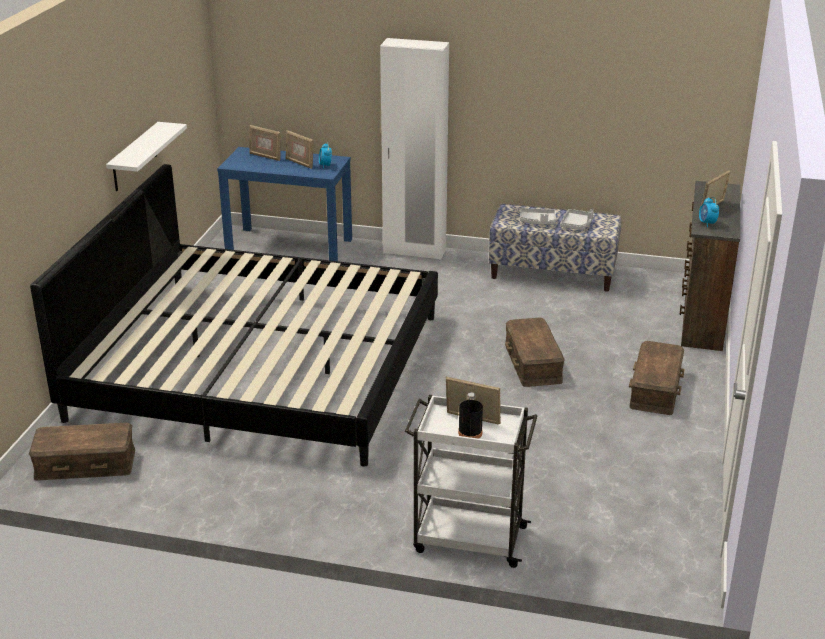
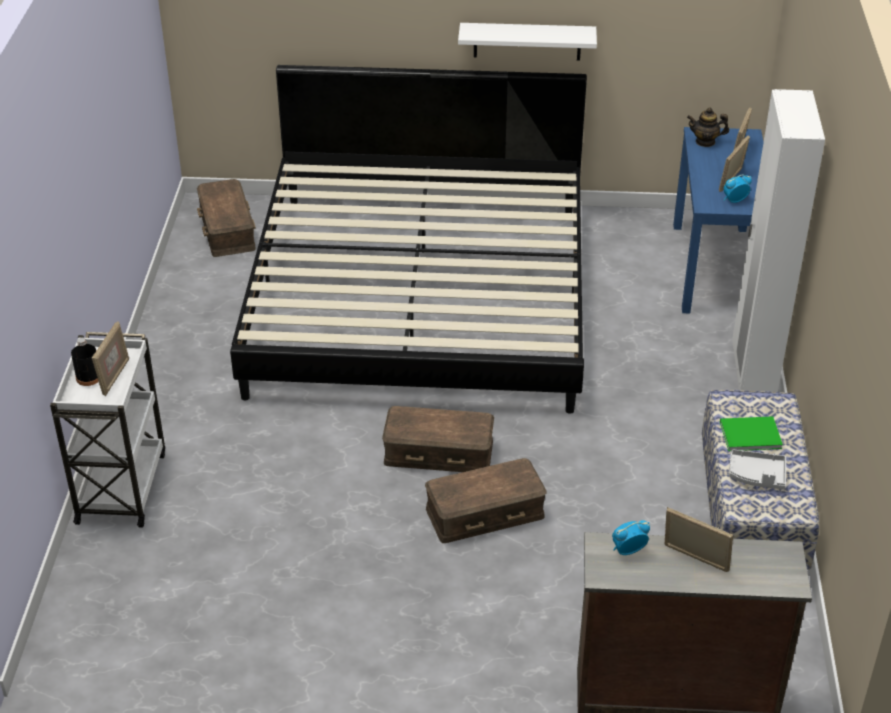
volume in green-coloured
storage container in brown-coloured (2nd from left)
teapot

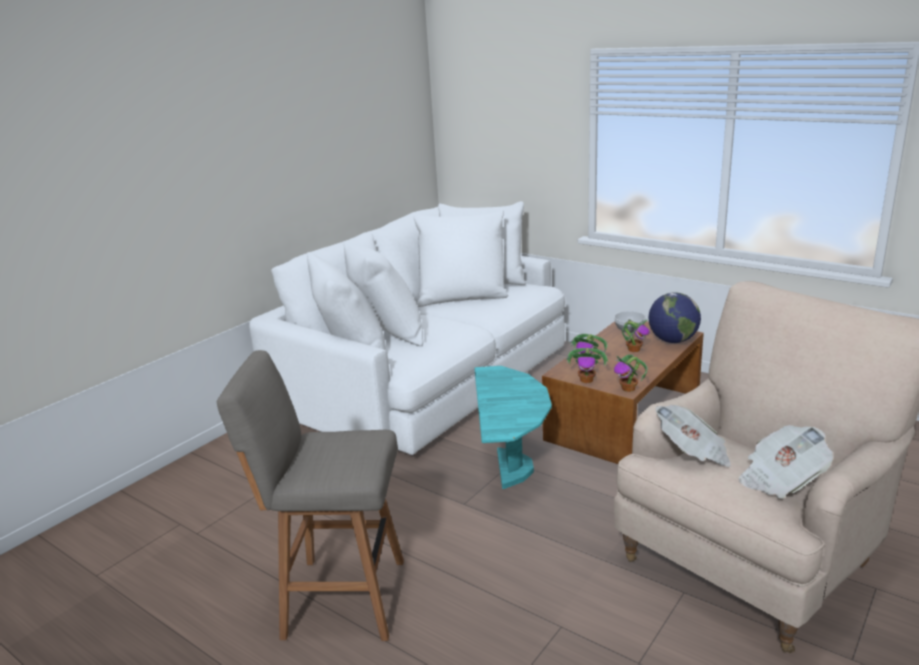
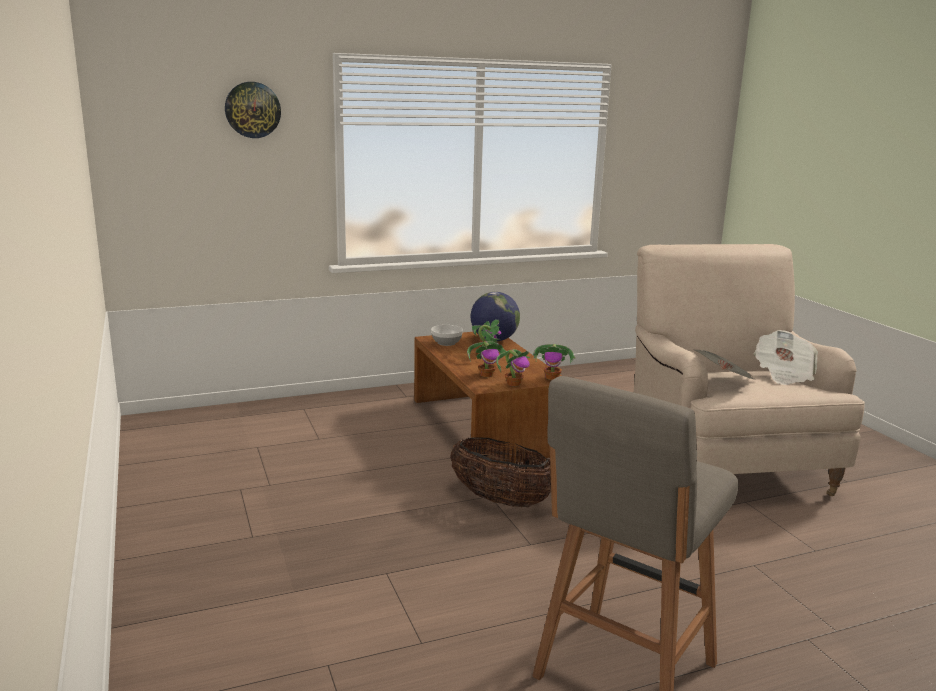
settee in white-coloured
basket
hanging clock

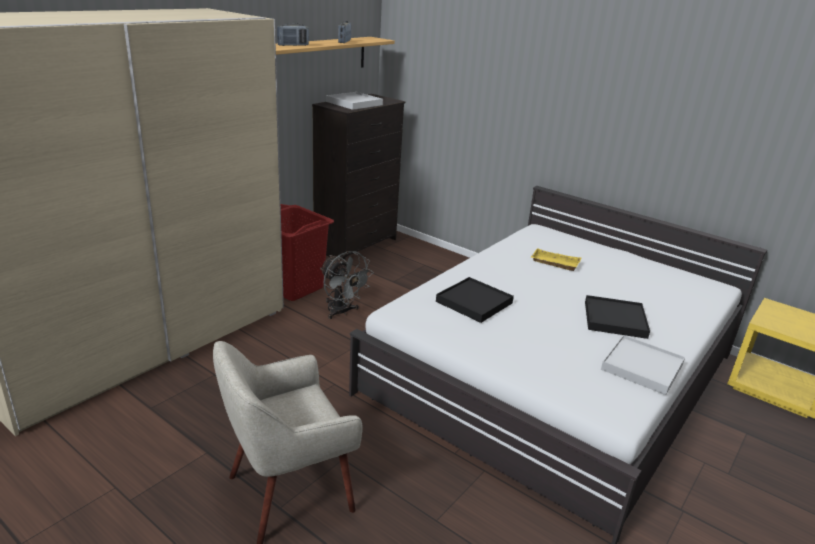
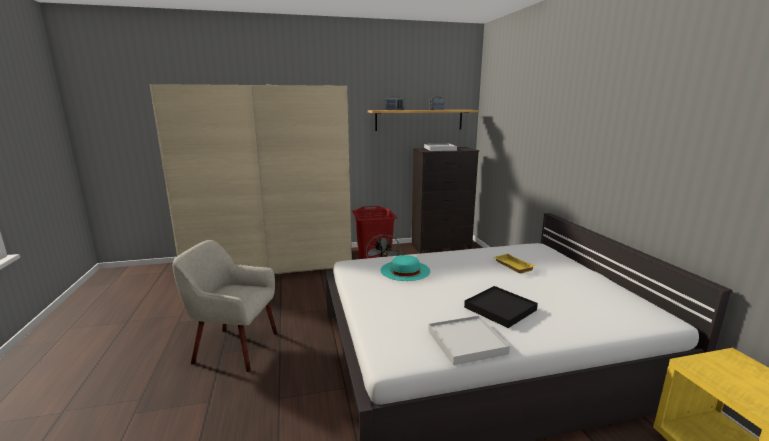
clothing hat in turquoise-coloured

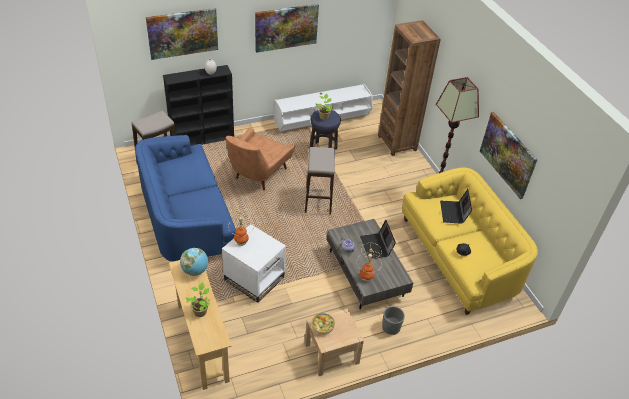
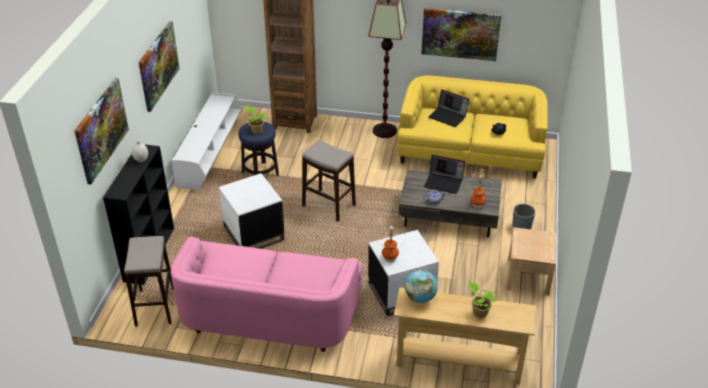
settee in pink
side table in white-coloured (1st from left)
deep dish

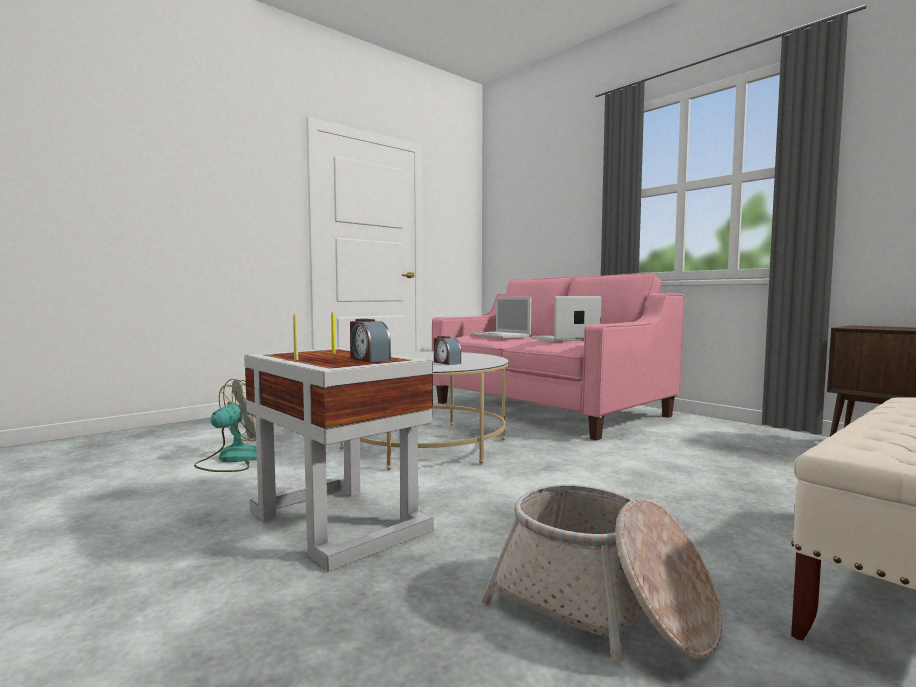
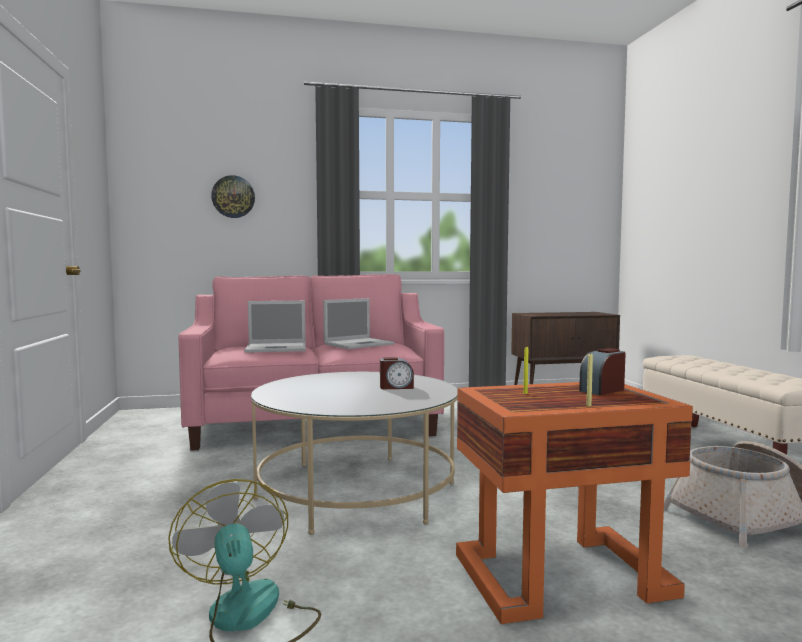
side table in orange-coloured
bedside clock (2nd from left)
notebook computer (2nd from left)
hanging clock

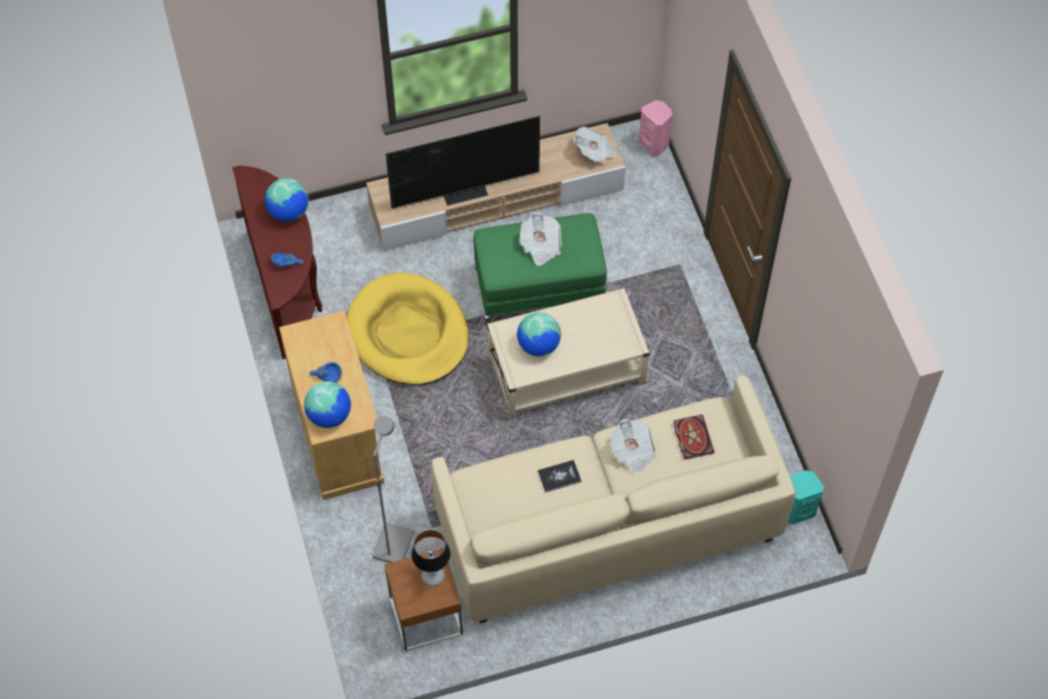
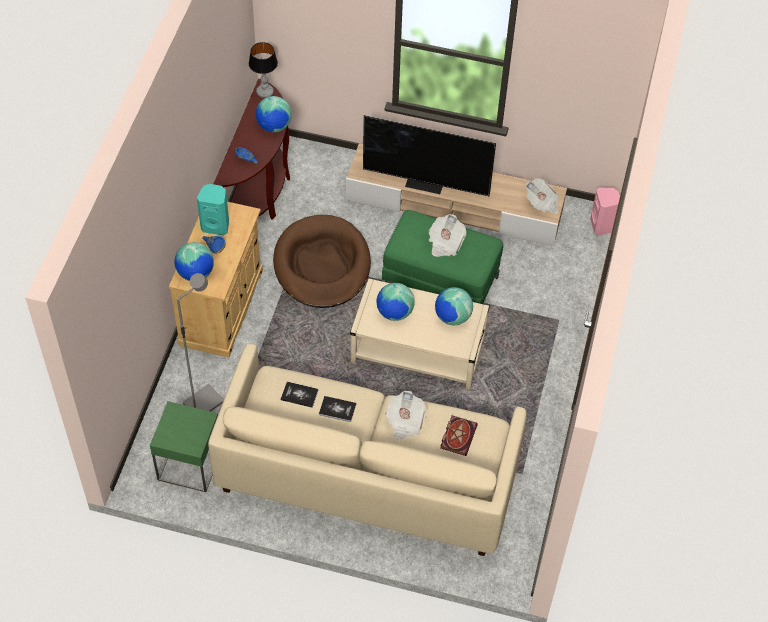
dog bed in brown-coloured
side table in green-coloured
lamp for a table
audio speaker in turquoise-coloured
volume (1st from left)
desk globe (4th from left)

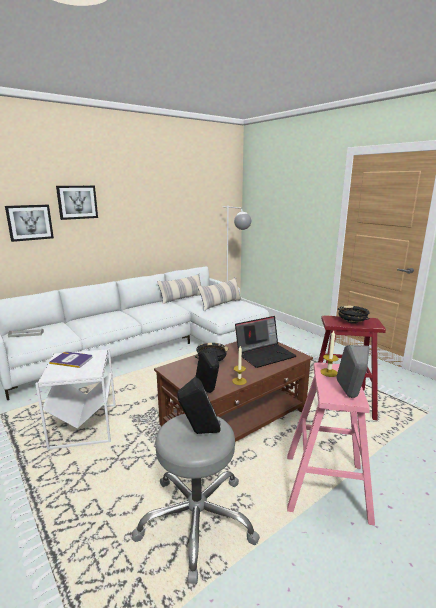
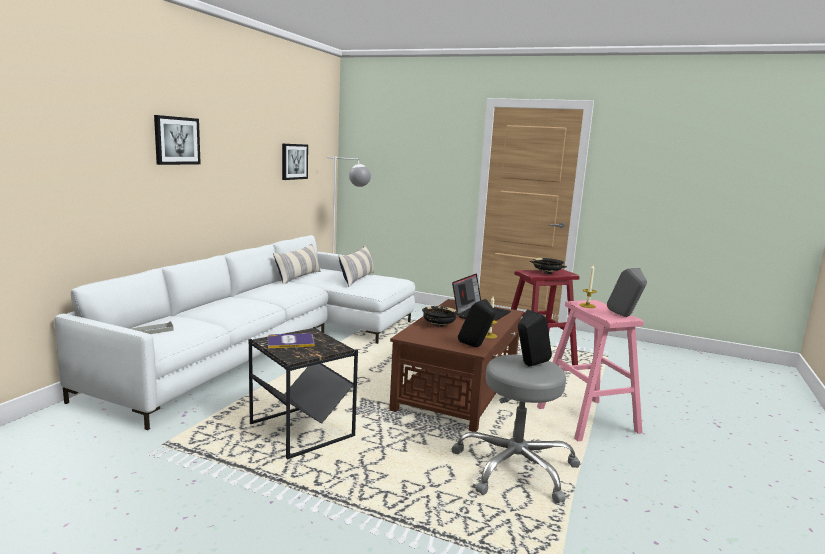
wall art (2nd from left)
side table in blackish

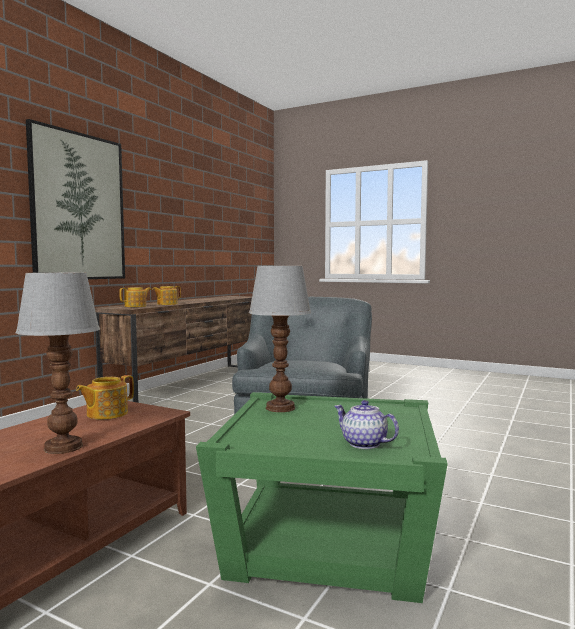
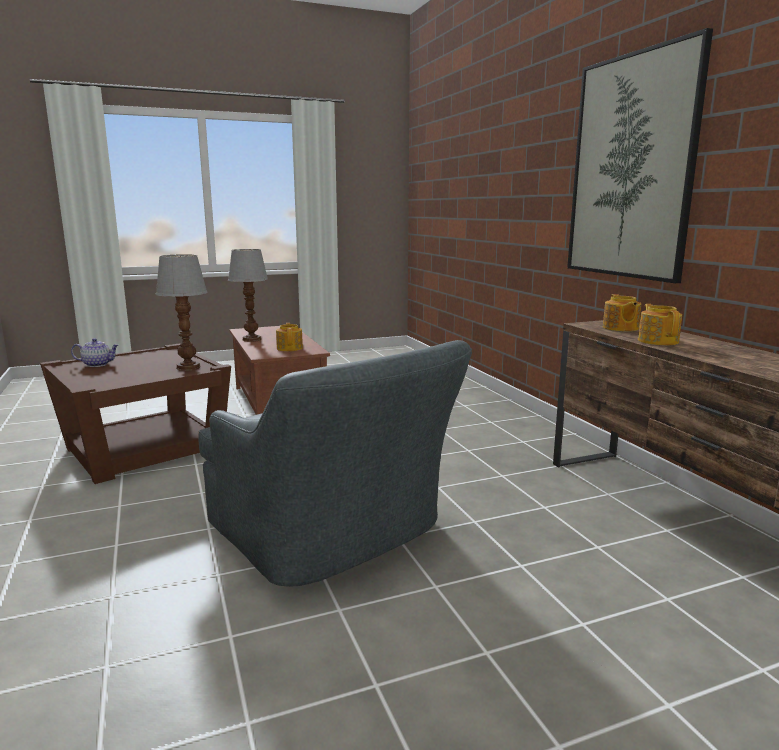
side table in brown-coloured

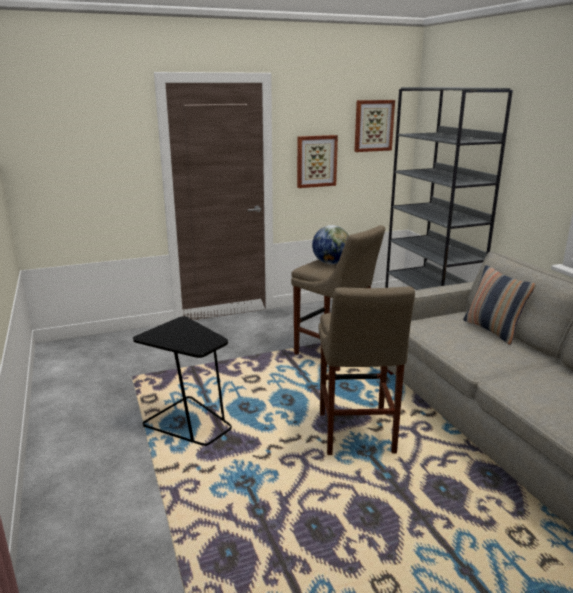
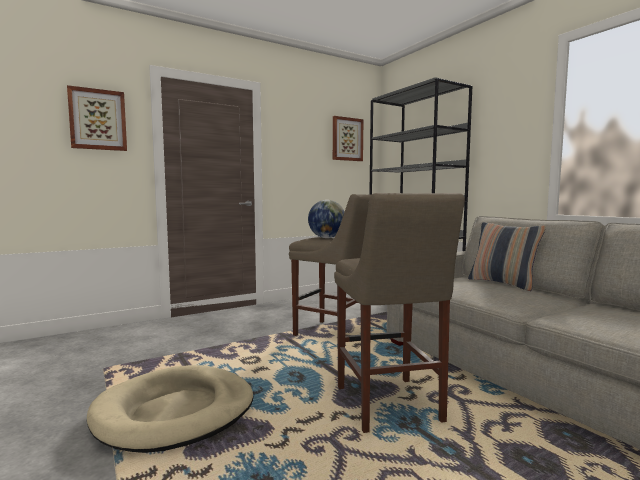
dog bed in sand-coloured
wall art (1st from left)

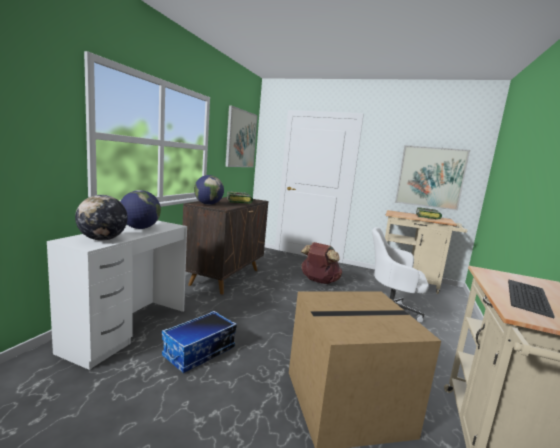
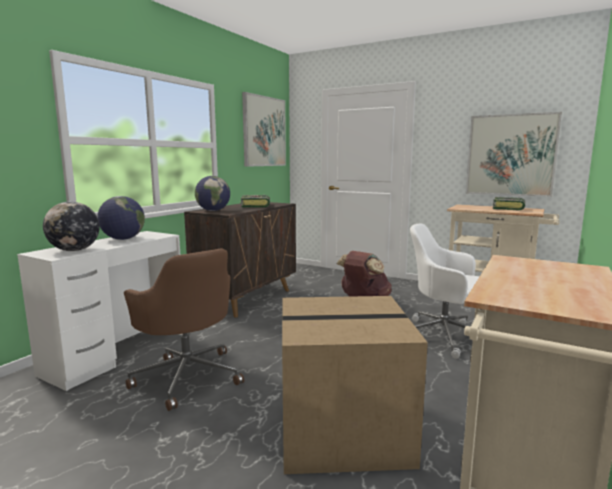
desk chair in brown-coloured
computer keyboard

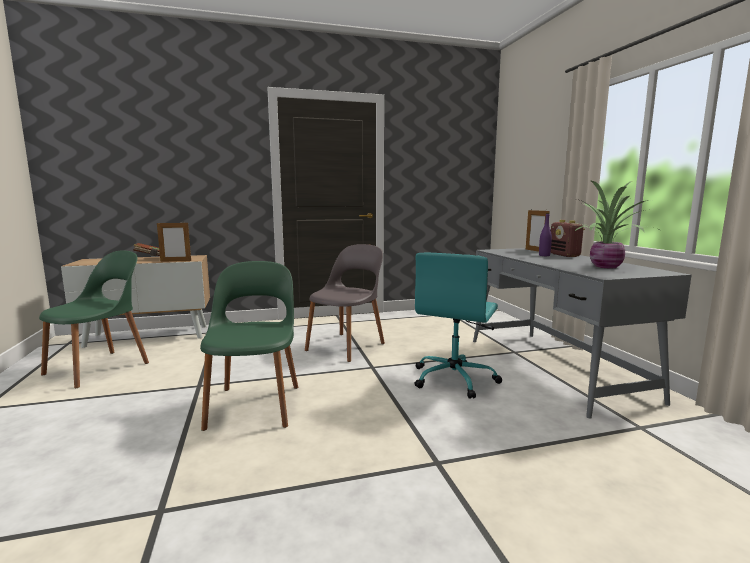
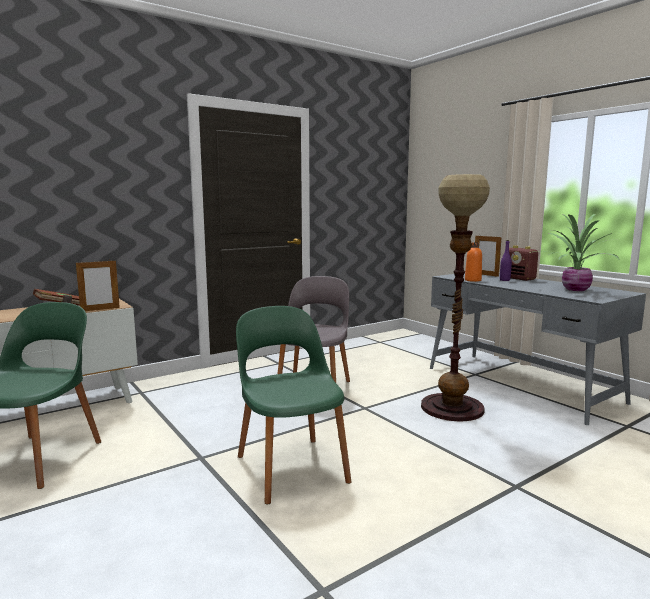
standard lamp
beverage bottle in orange-coloured

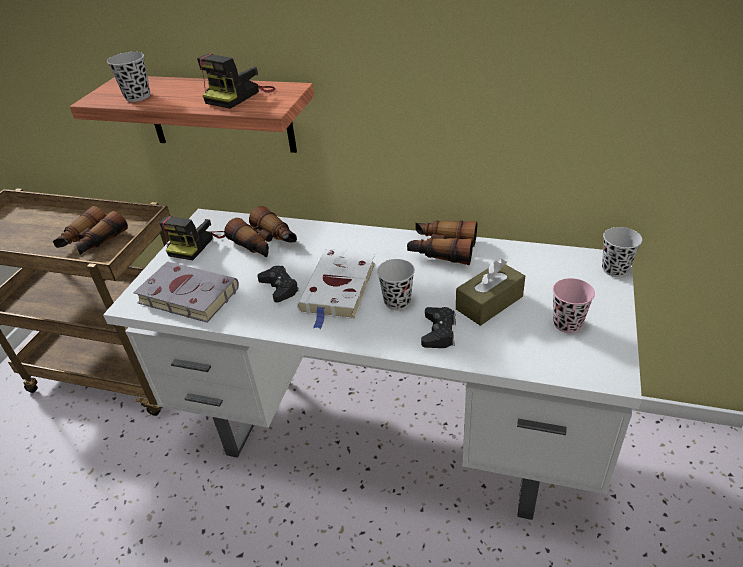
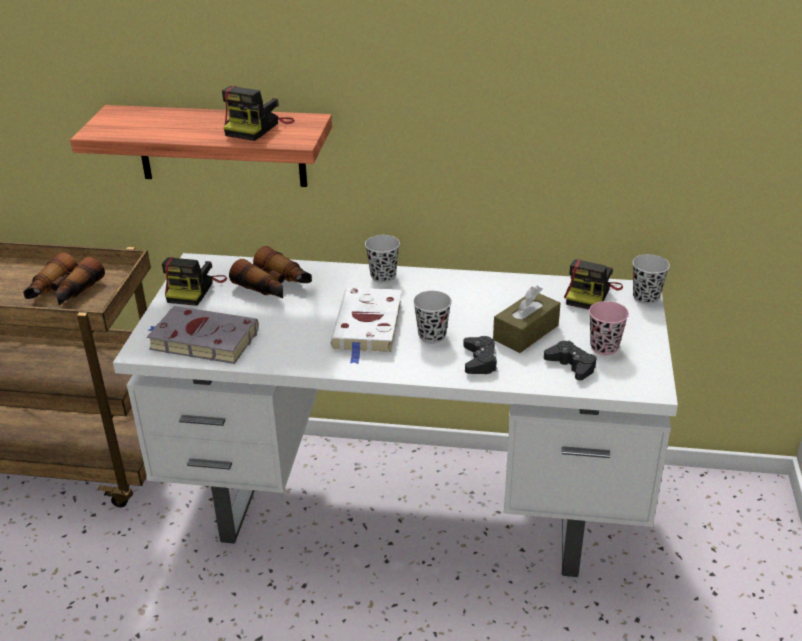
drinking cup in blackish (1st from left)
gamepad in blackish (2nd from left)
pair of binoculars (3rd from left in the first image)
photo camera (3rd from left)

